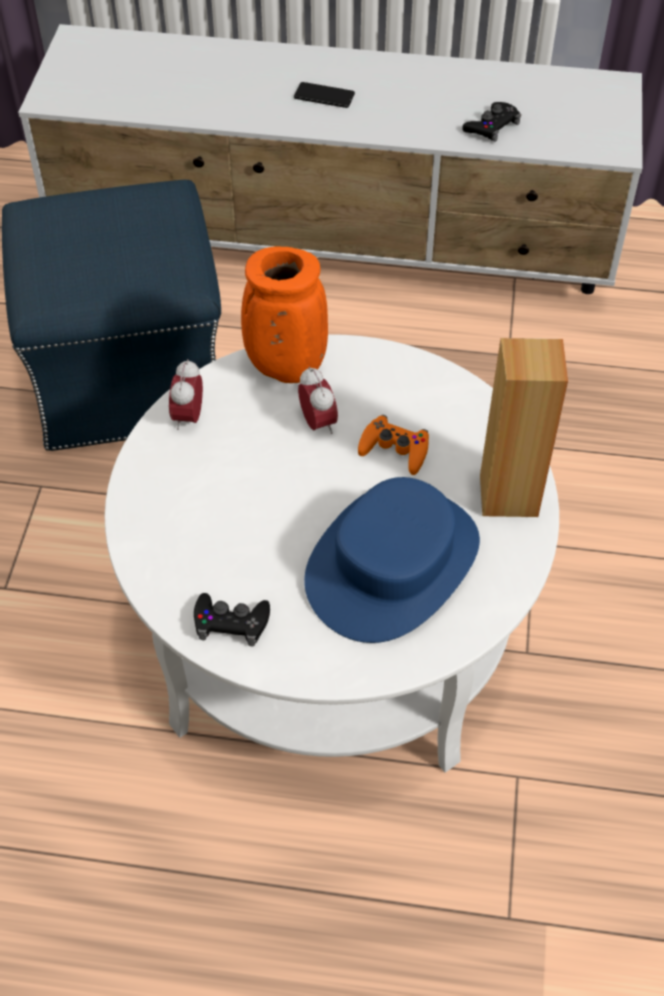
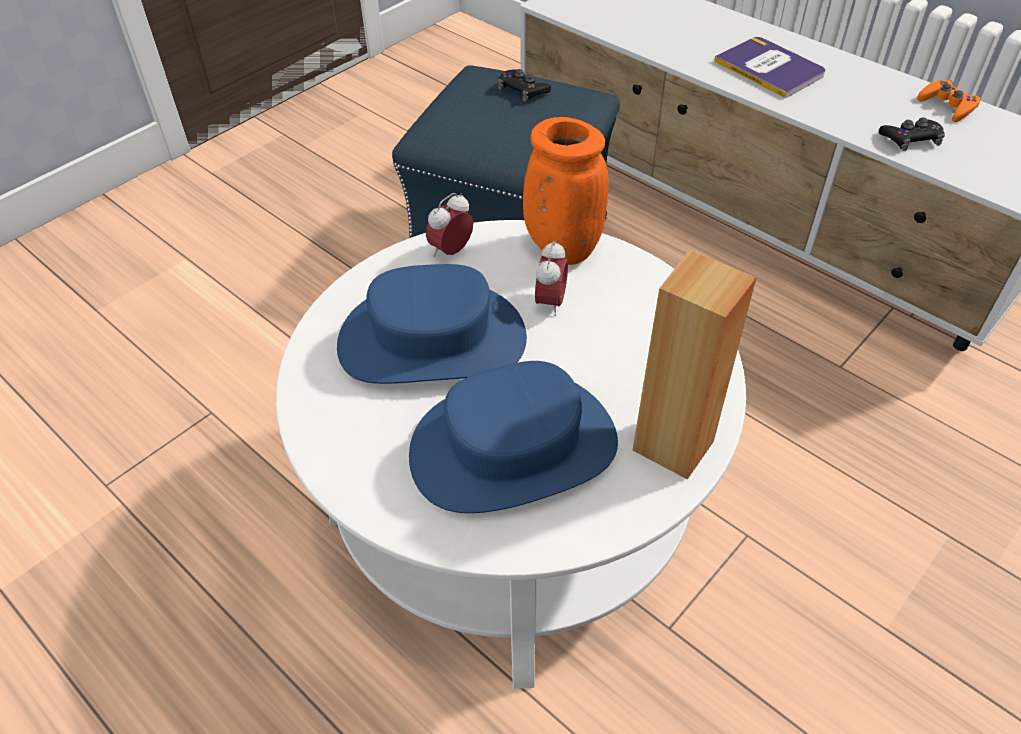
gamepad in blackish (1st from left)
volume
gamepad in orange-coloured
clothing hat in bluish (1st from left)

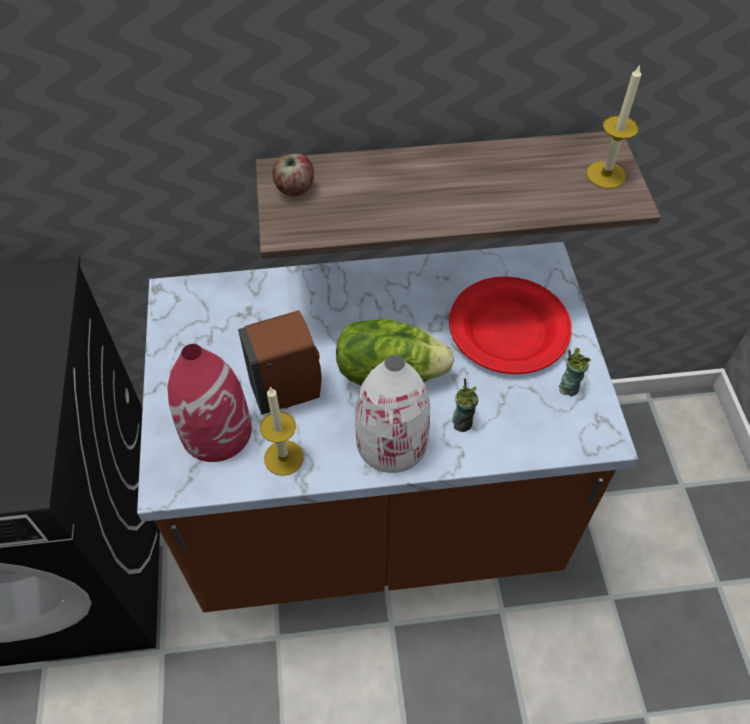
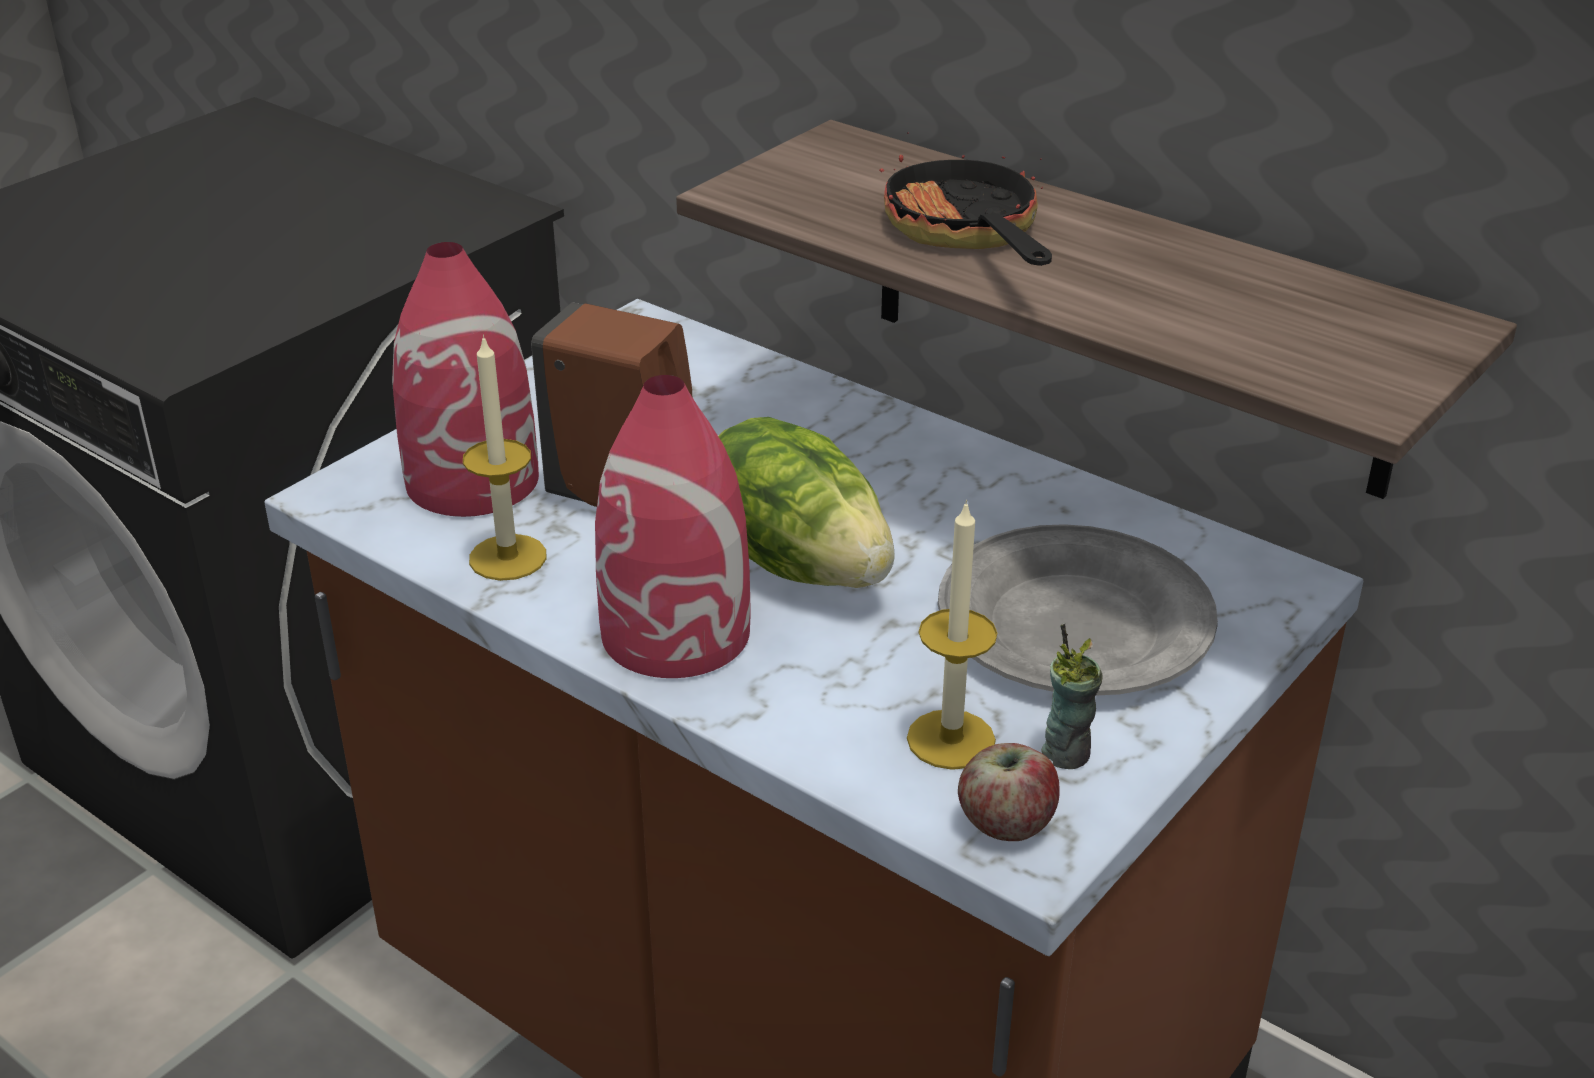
whole apple
flower vase in red (2nd from left)
flat dish in gray
drinking cup (1st from left in the first image)
candle (2nd from left)
pan

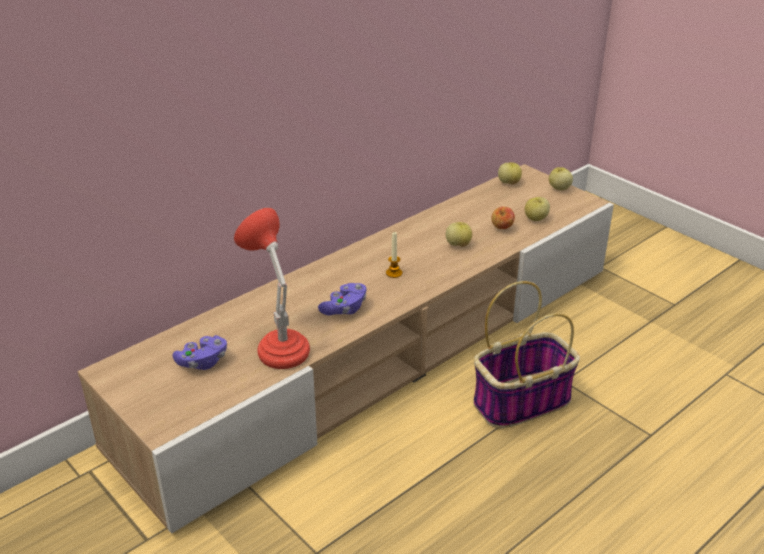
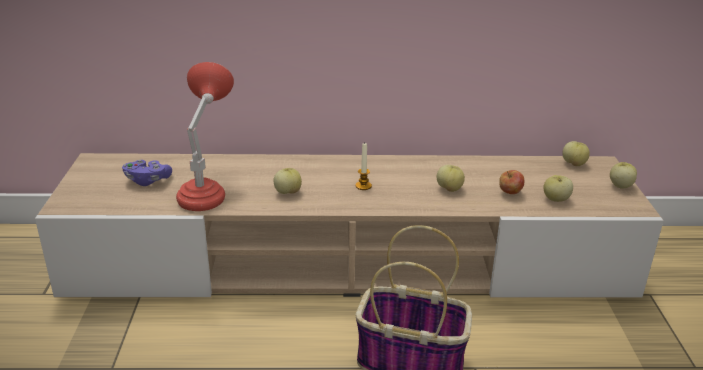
whole apple (1st from left)

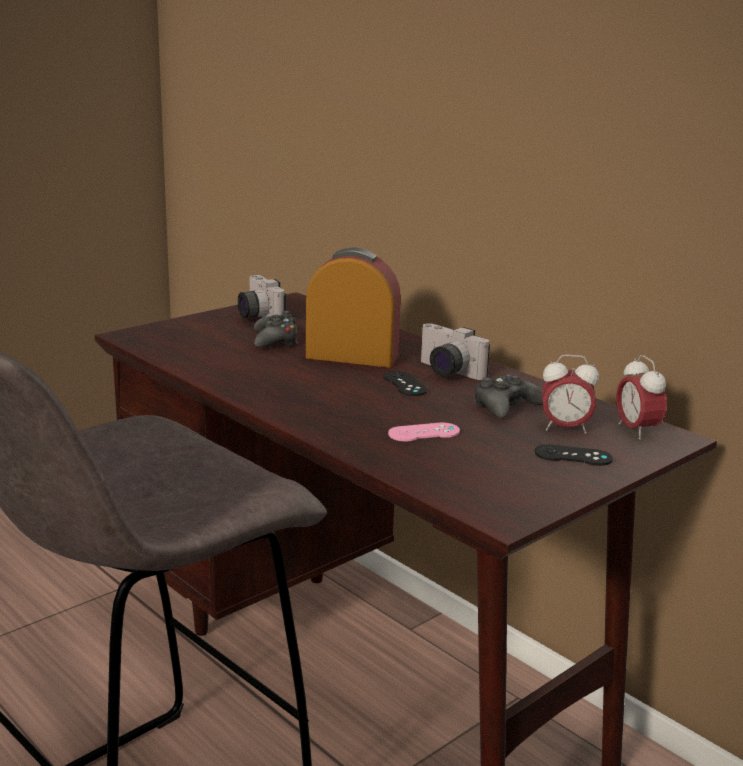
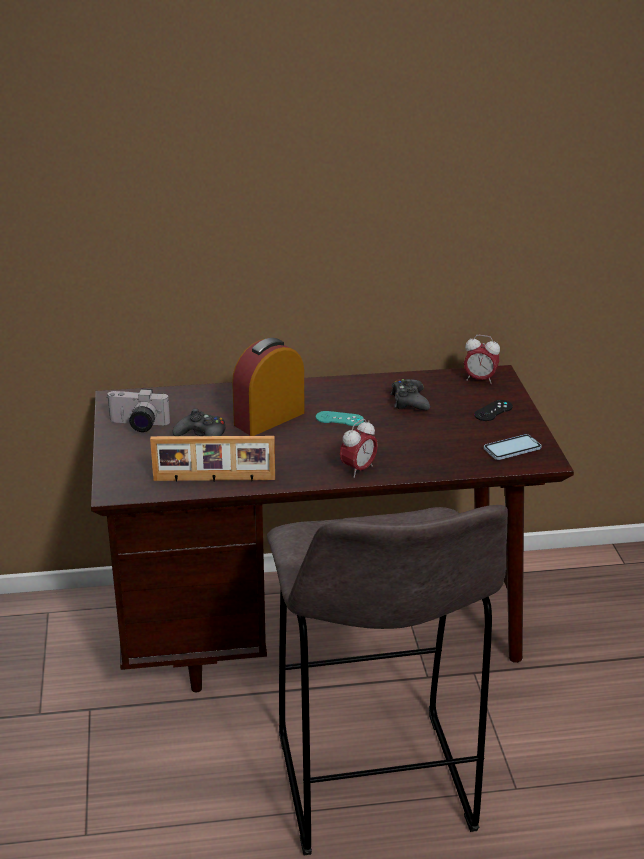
gamepad in turquoise-coloured
gamepad in pink
photo camera (2nd from left in the first image)
bedside clock (2nd from left)
photo frame
phone

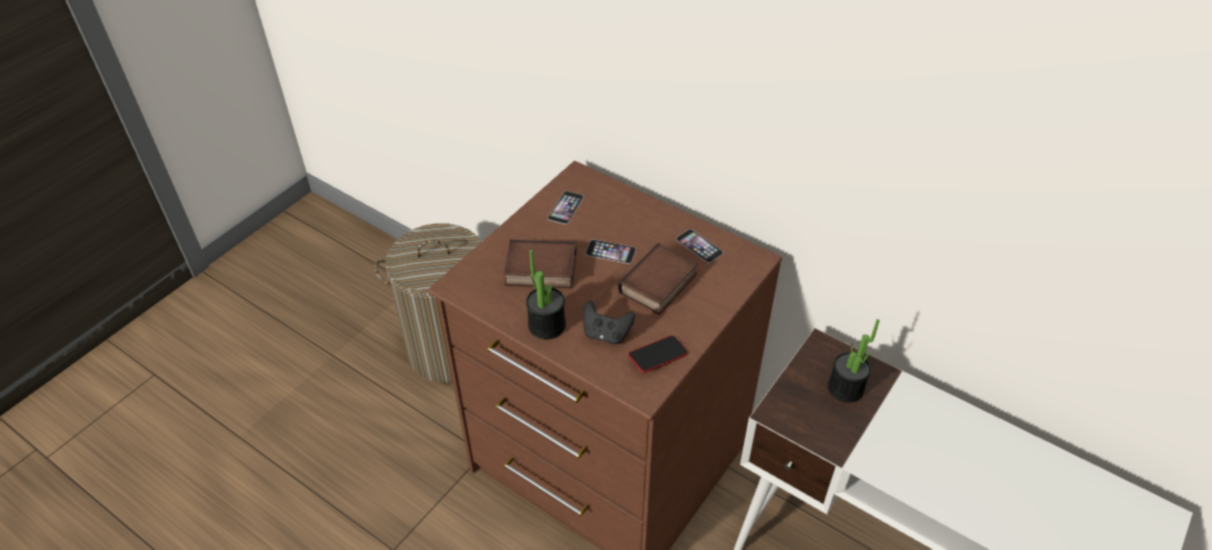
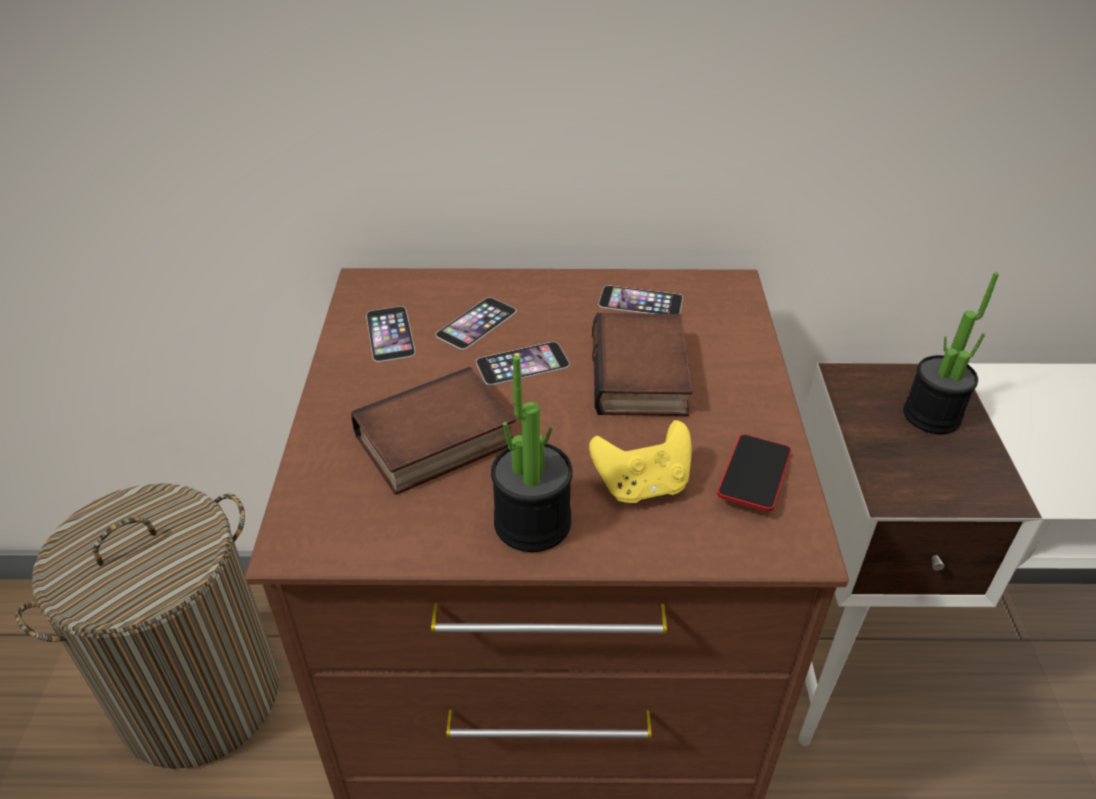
gamepad in yellow
phone (2nd from left)

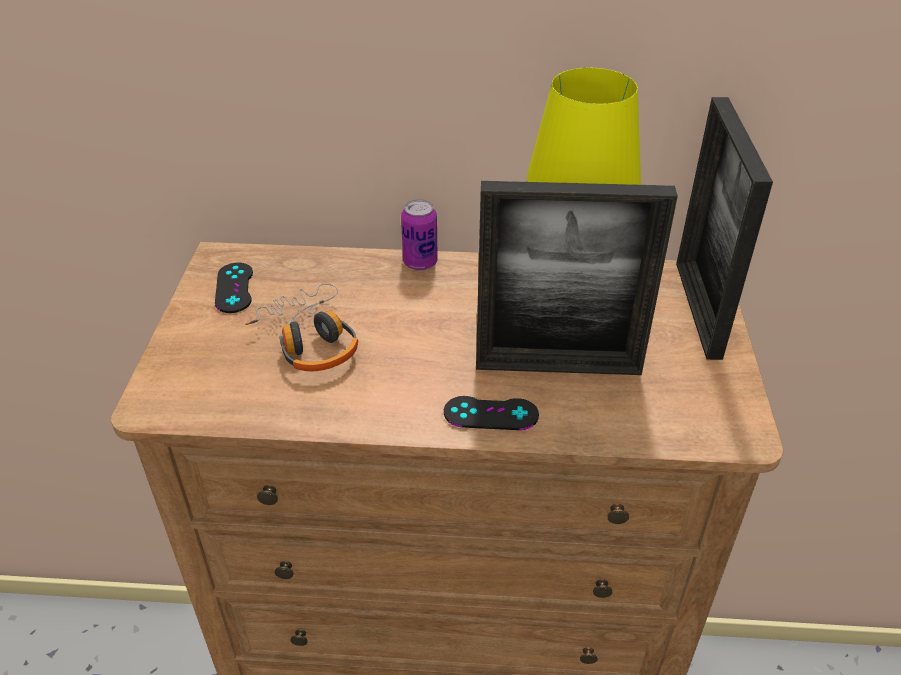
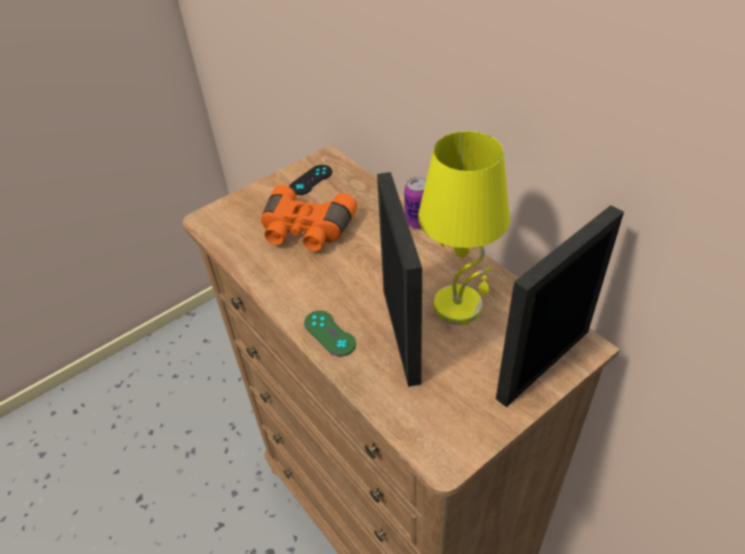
pair of binoculars in orange-coloured
gamepad in green-coloured
photo frame (1st from left)

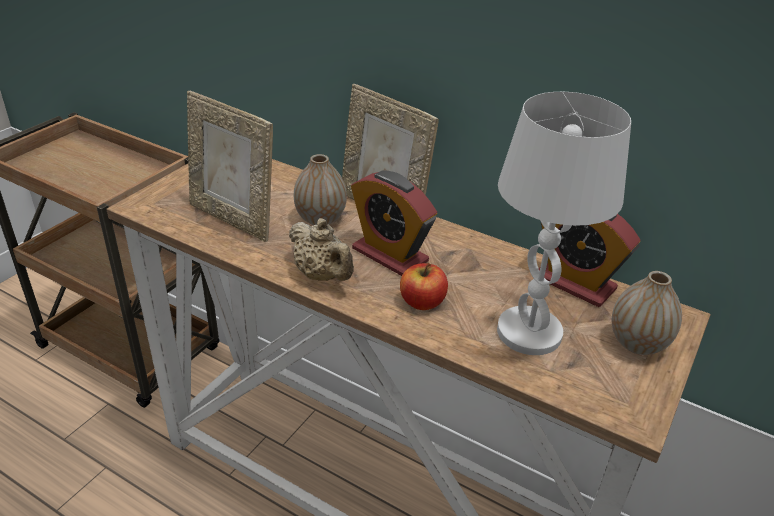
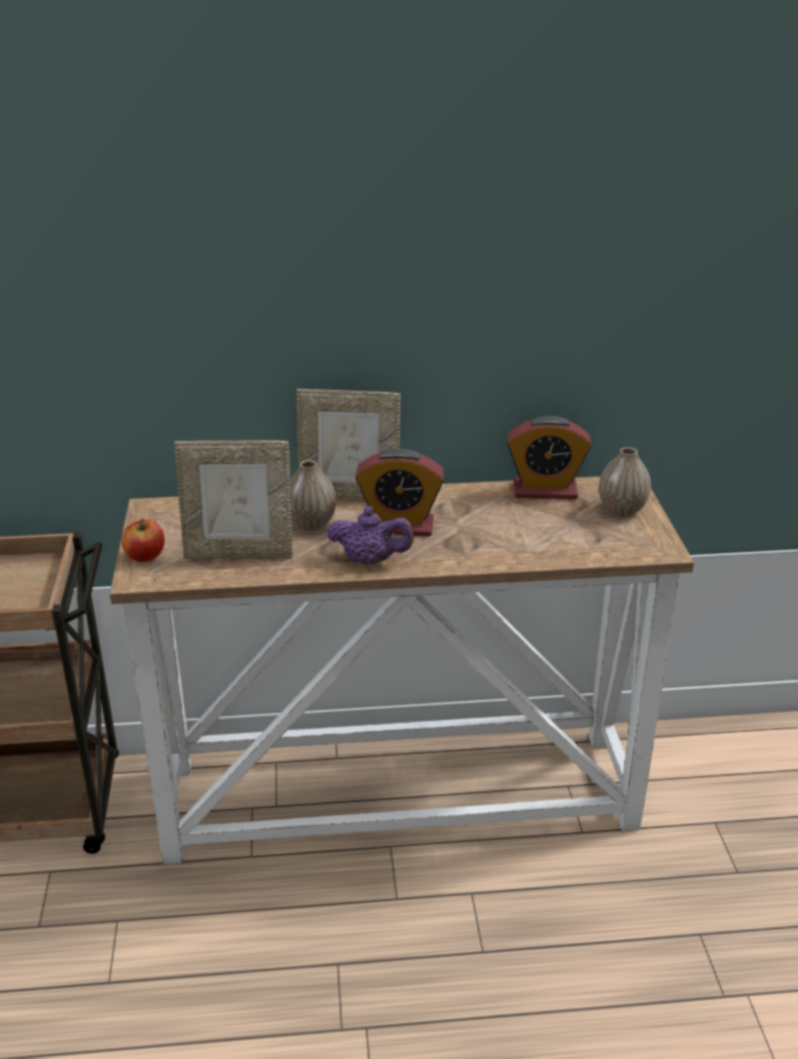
teapot in purple
whole apple
lamp for a table in white-coloured

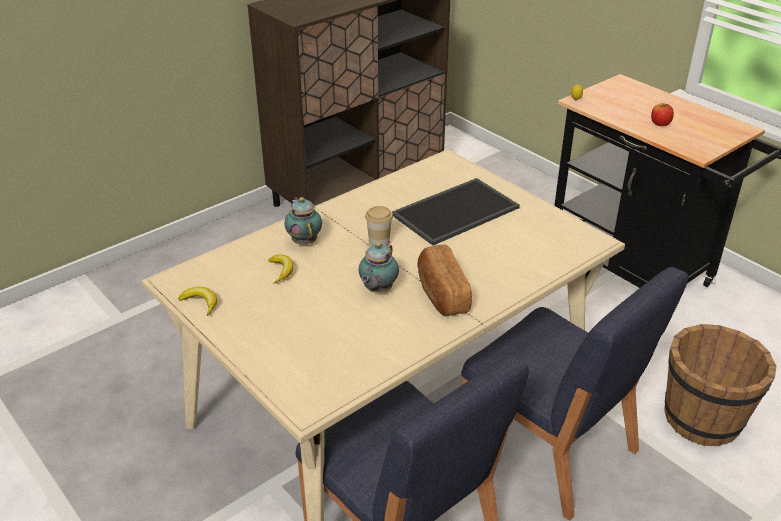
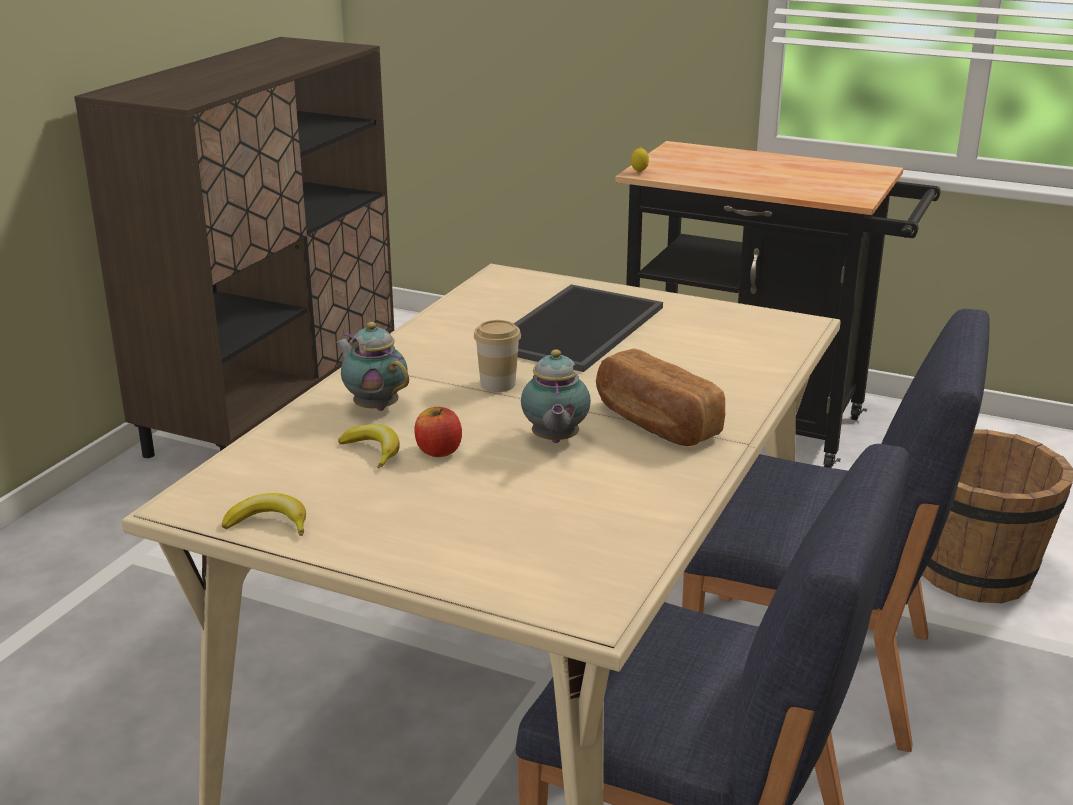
whole apple

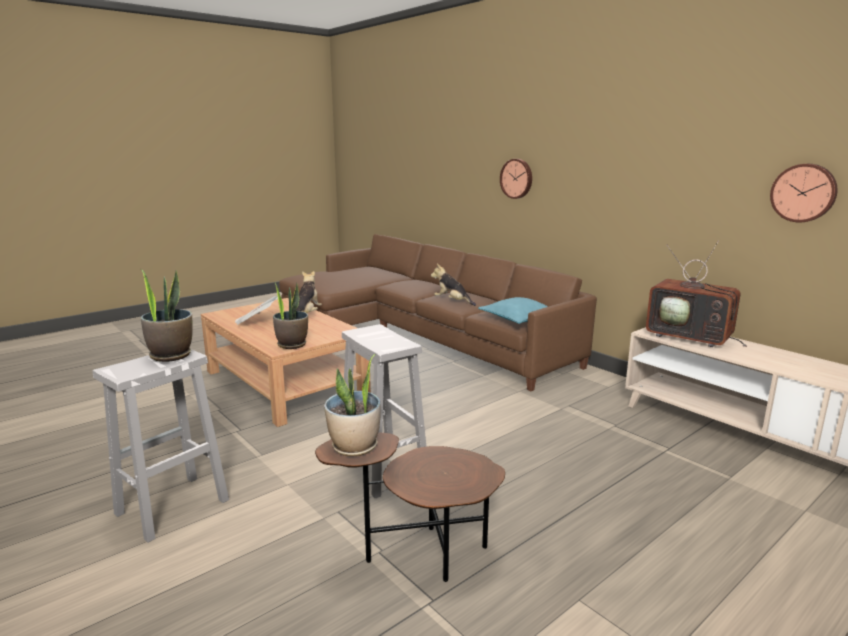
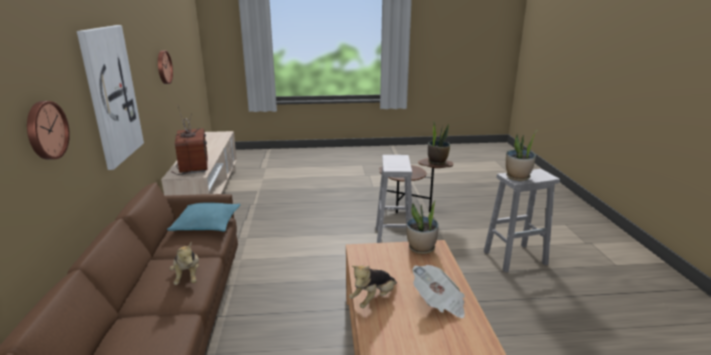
wall art

